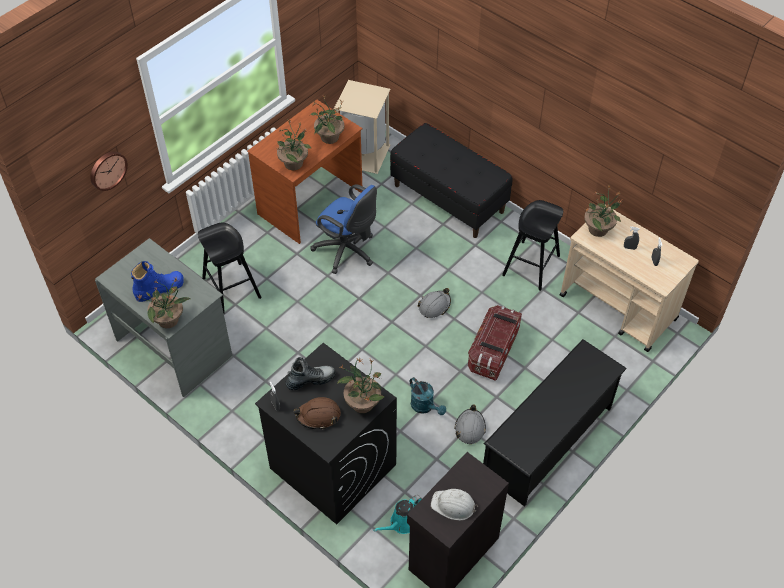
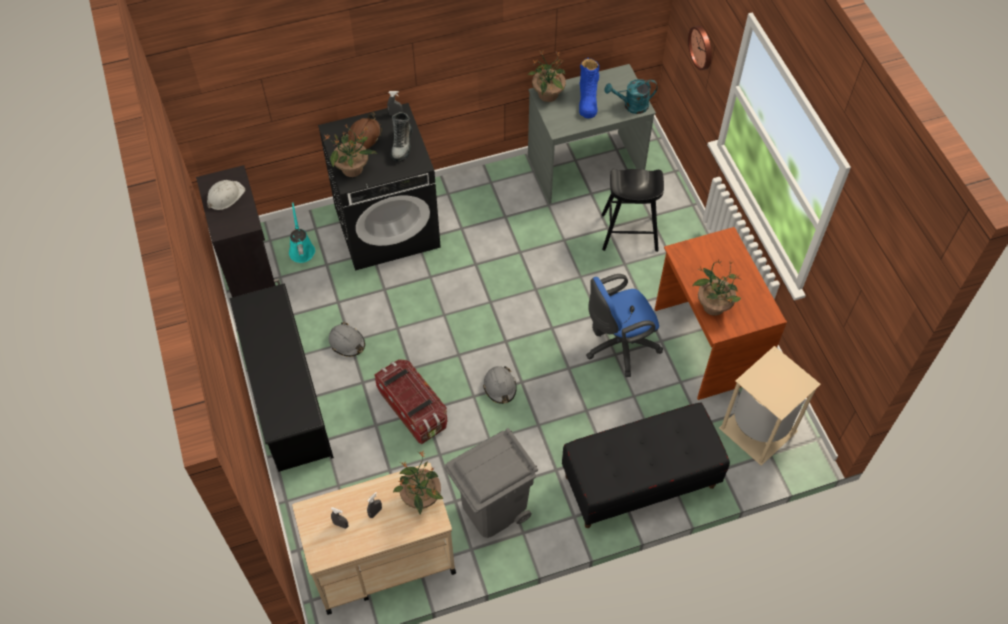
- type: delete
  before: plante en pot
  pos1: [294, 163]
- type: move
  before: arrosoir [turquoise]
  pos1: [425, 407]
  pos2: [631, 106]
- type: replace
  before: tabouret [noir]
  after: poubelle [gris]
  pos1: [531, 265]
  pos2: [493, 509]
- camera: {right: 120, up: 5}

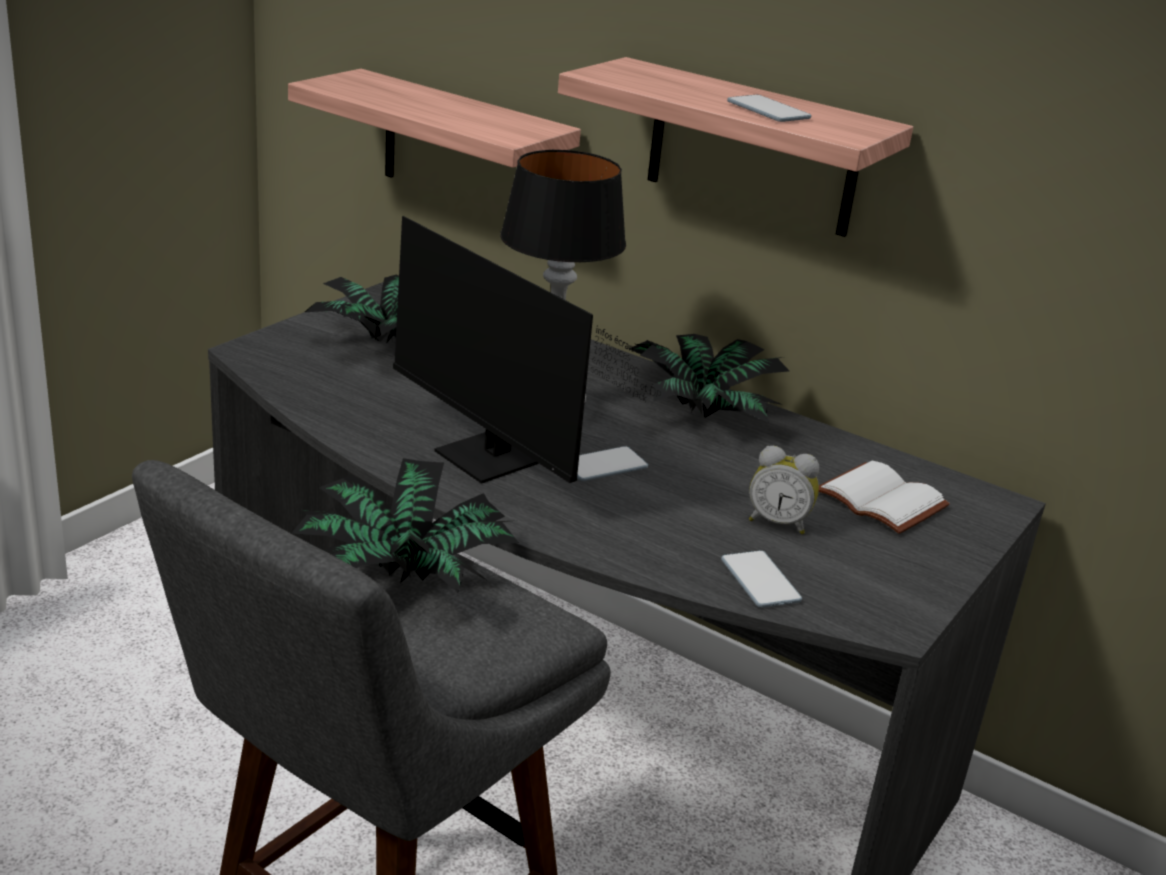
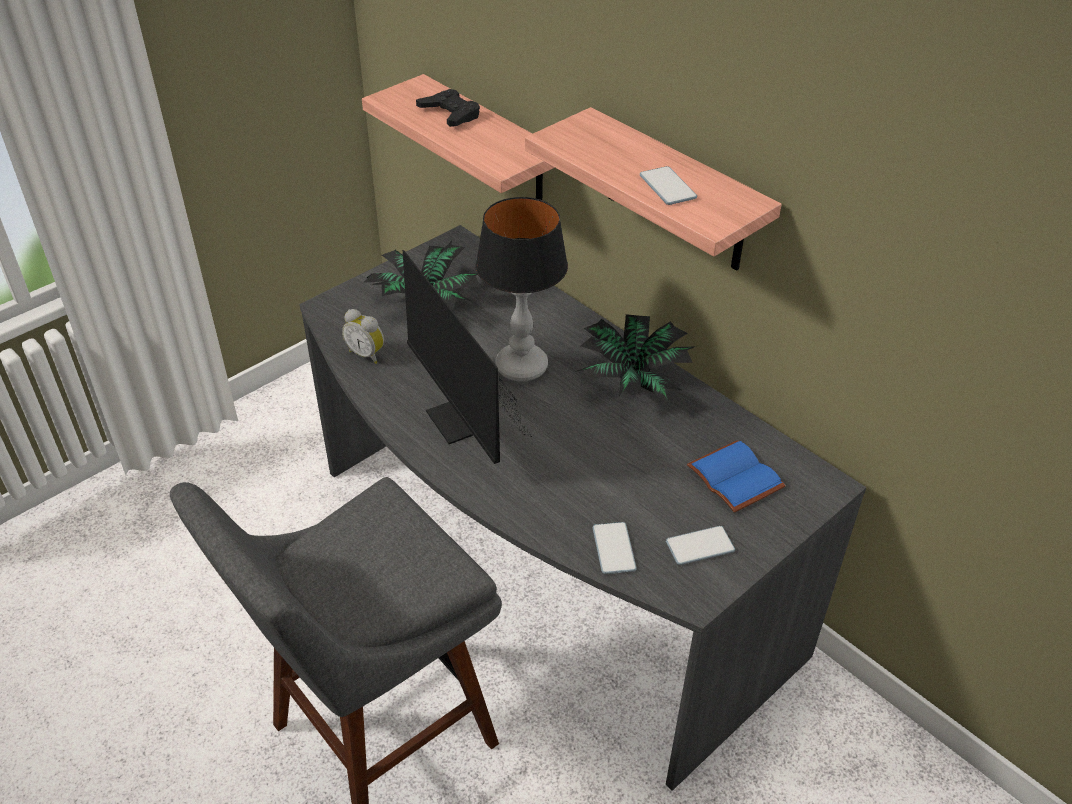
- type: delete
  before: plante en pot
  pos1: [404, 574]
- type: move
  before: téléphone
  pos1: [604, 466]
  pos2: [700, 546]
- type: move
  before: réveil
  pos1: [778, 522]
  pos2: [367, 354]
- type: recolor
  before: livre [blanc]
  after: livre [bleu]
  pos1: [877, 501]
  pos2: [732, 477]
- type: insert
  after: manette [noir]
  pos2: [450, 114]
- camera: {right: 15, up: 15}

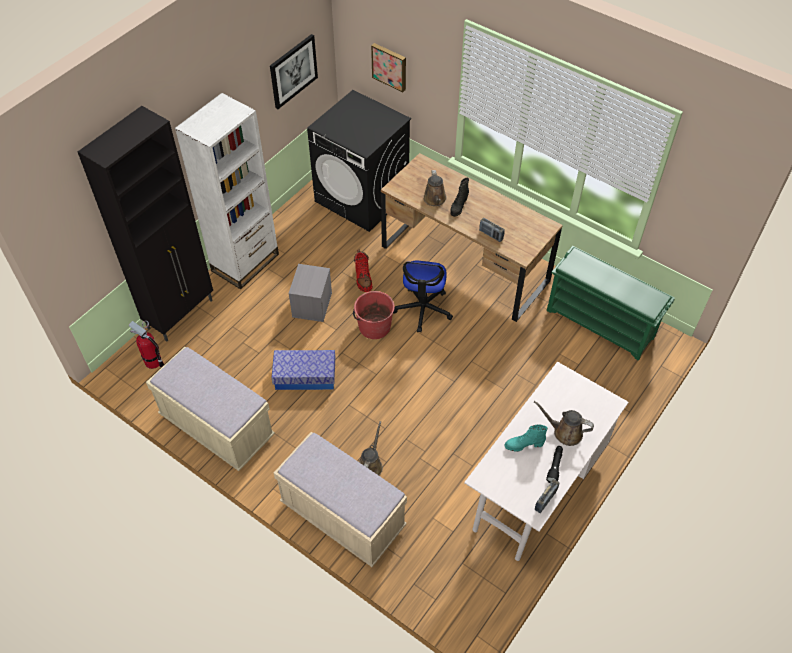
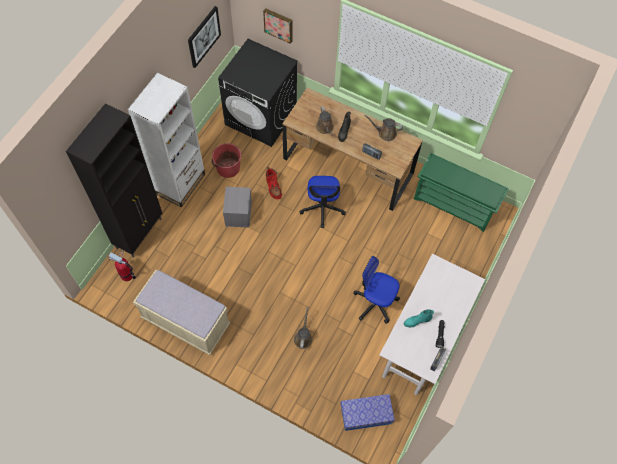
- type: move
  before: boîte de rangement
  pos1: [305, 376]
  pos2: [366, 415]
- type: delete
  before: banc [beige]
  pos1: [343, 516]
- type: move
  before: seau [rouge]
  pos1: [374, 326]
  pos2: [228, 168]
- type: move
  before: arrosoir [marron]
  pos1: [564, 432]
  pos2: [385, 133]
- type: insert
  after: chaise de bureau
  pos2: [375, 302]
- camera: {right: -10, up: 10}

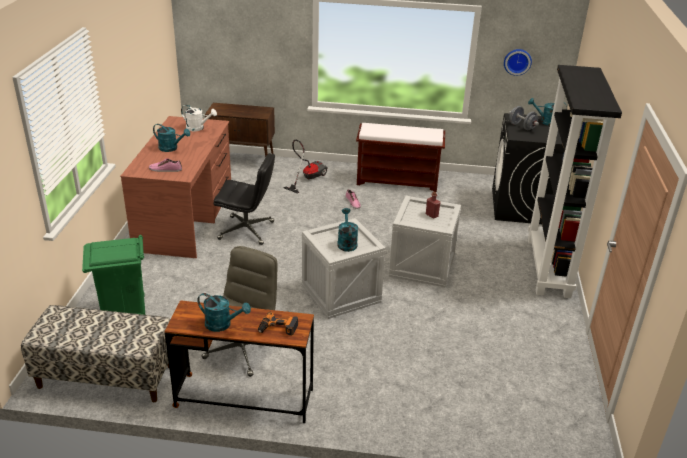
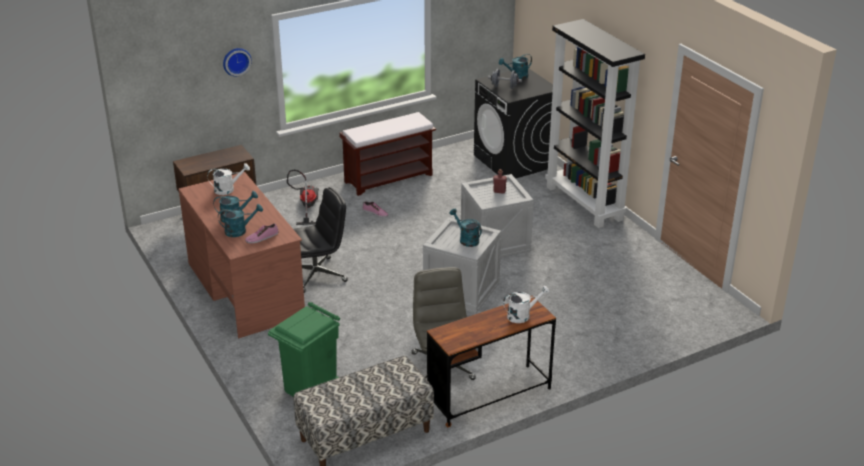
- type: move
  before: arrosoir [turquoise]
  pos1: [222, 325]
  pos2: [239, 231]
- type: replace
  before: perceuse
  after: arrosoir [blanc]
  pos1: [278, 329]
  pos2: [522, 315]
- type: move
  before: horloge murale
  pos1: [517, 61]
  pos2: [236, 61]
- camera: {right: -35, up: 0}

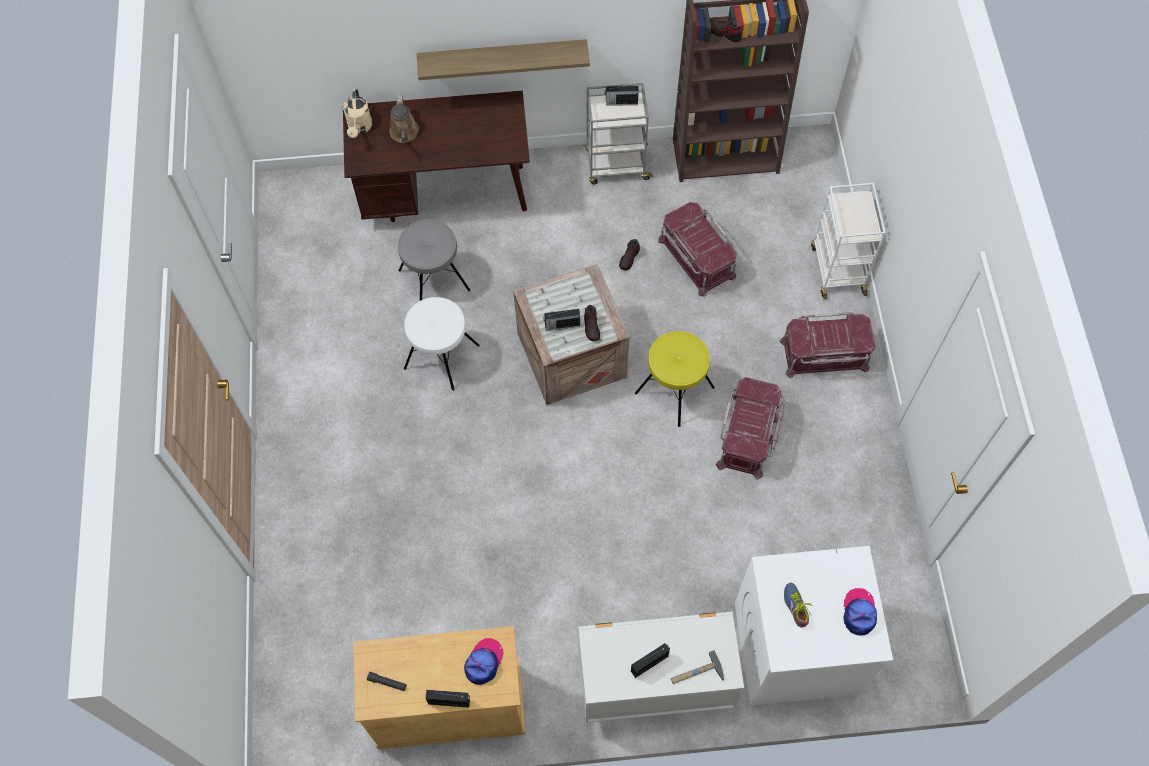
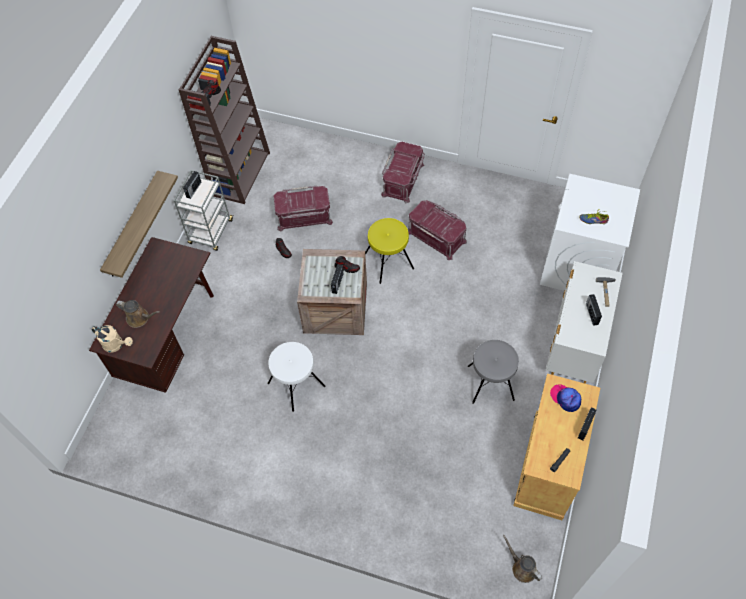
- type: move
  before: tabouret [gris]
  pos1: [434, 280]
  pos2: [491, 383]
- type: delete
  before: chariot [blanc]
  pos1: [837, 268]
- type: delete
  before: casquette
  pos1: [859, 613]
- type: insert
  after: arrosoir [marron]
  pos2: [522, 567]
- camera: {right: -65, up: -5}

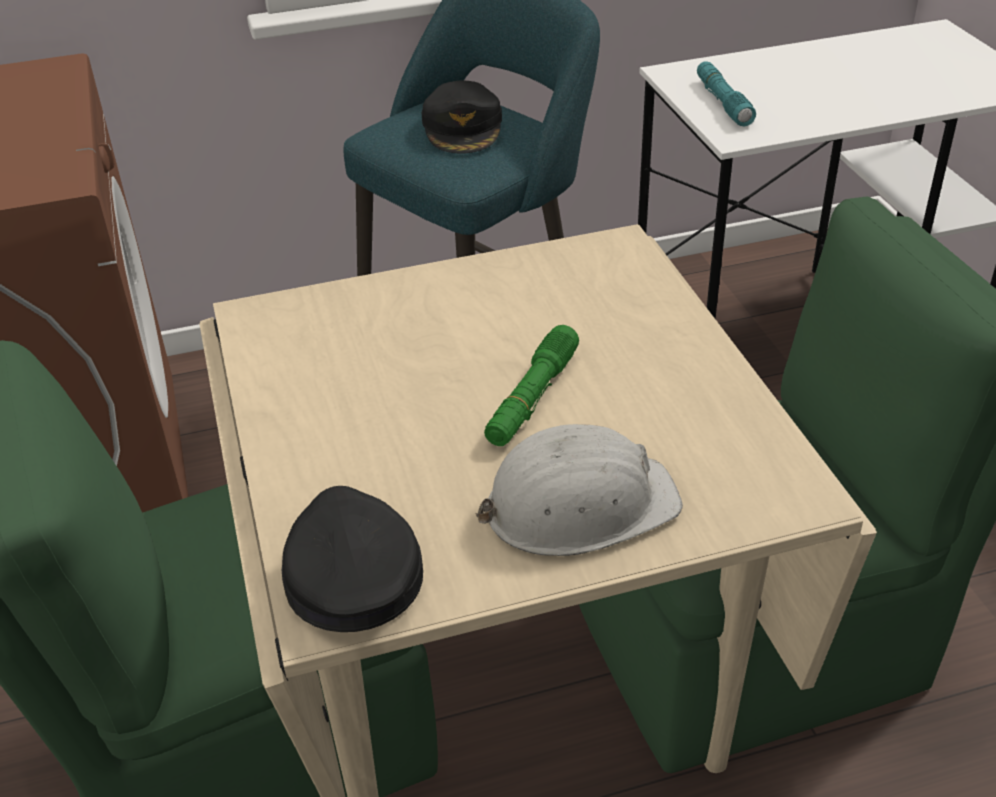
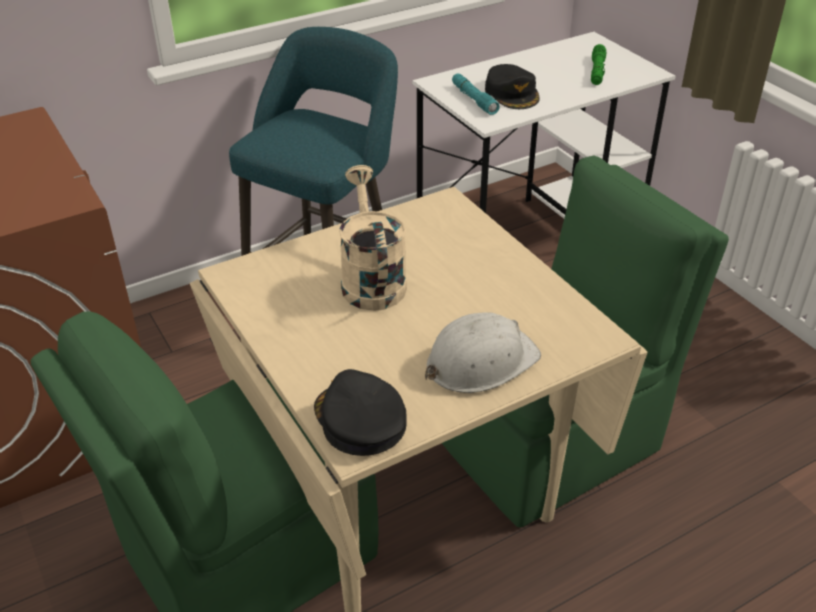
- type: move
  before: casquette [noir]
  pos1: [463, 127]
  pos2: [512, 93]
- type: move
  before: lampe de poche [vert]
  pos1: [532, 397]
  pos2: [597, 71]
- type: insert
  after: arrosoir [beige]
  pos2: [371, 279]
- camera: {right: -15, up: 0}

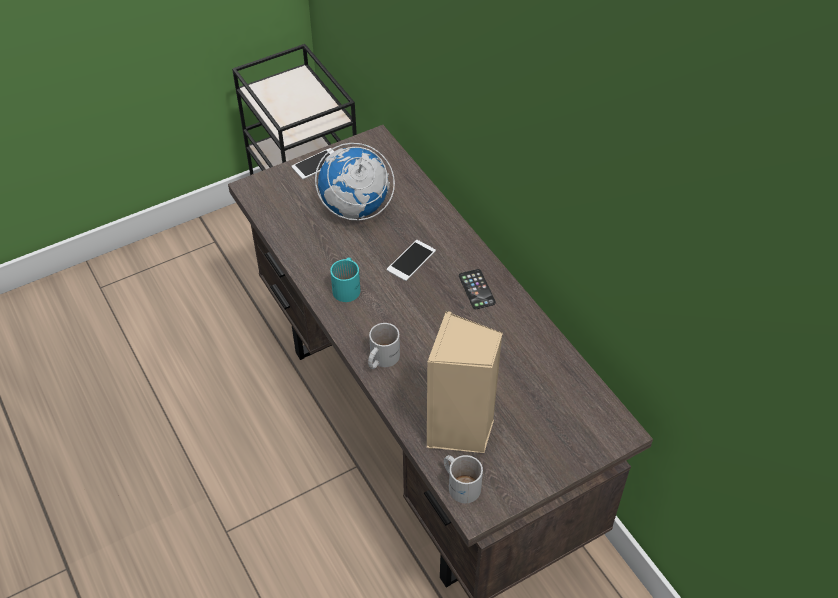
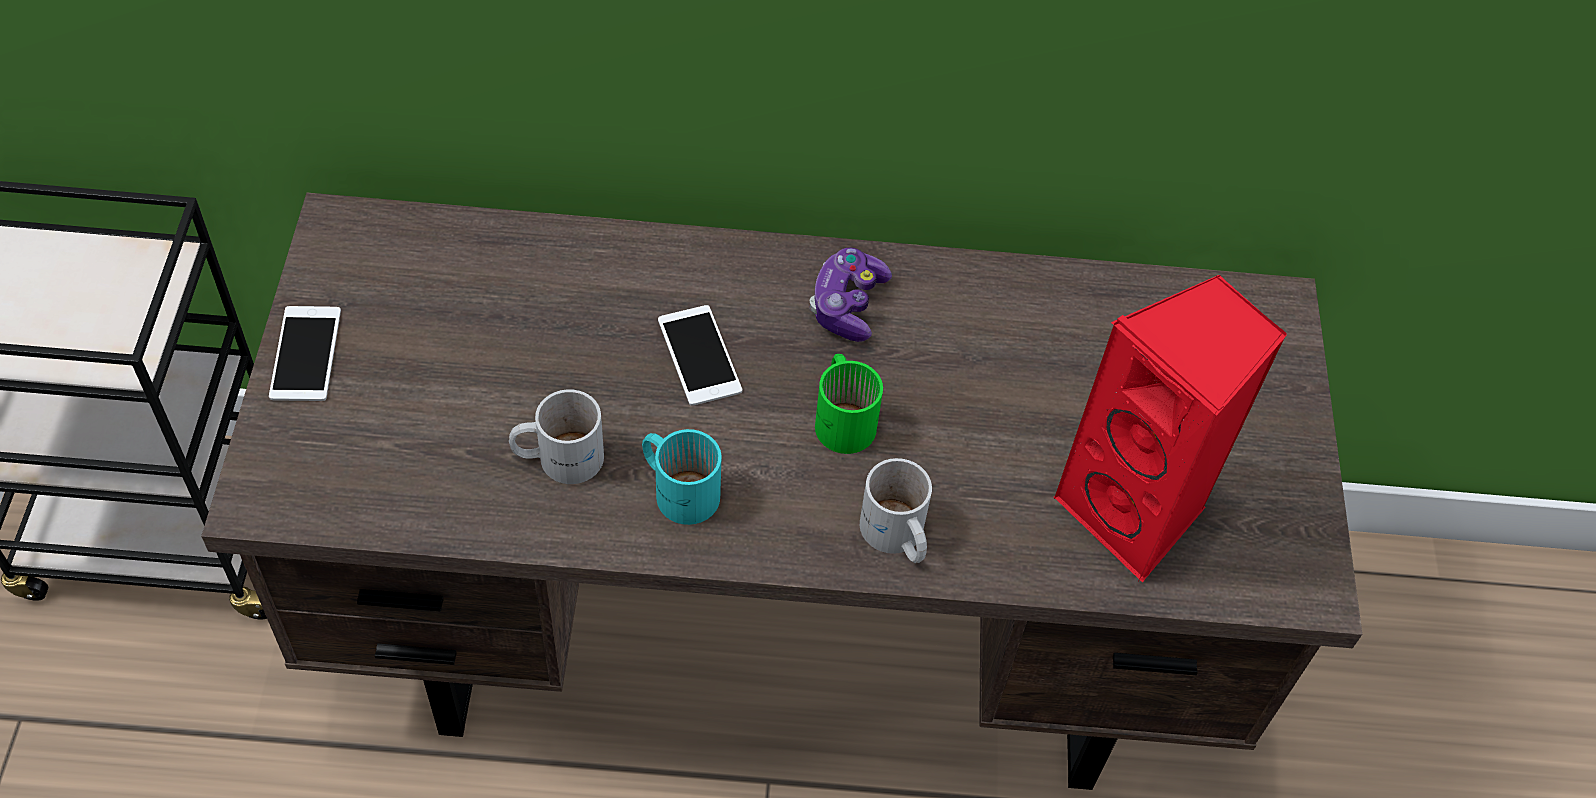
- type: delete
  before: globe
  pos1: [355, 209]
- type: recolor
  before: enceinte [beige]
  after: enceinte [rouge]
  pos1: [460, 430]
  pos2: [1136, 512]
- type: move
  before: mug [blanc]
  pos1: [461, 483]
  pos2: [558, 456]
- type: replace
  before: téléphone
  after: manette
  pos1: [476, 289]
  pos2: [847, 305]
- type: insert
  after: mug [vert]
  pos2: [845, 416]
- camera: {right: -60, up: 5}

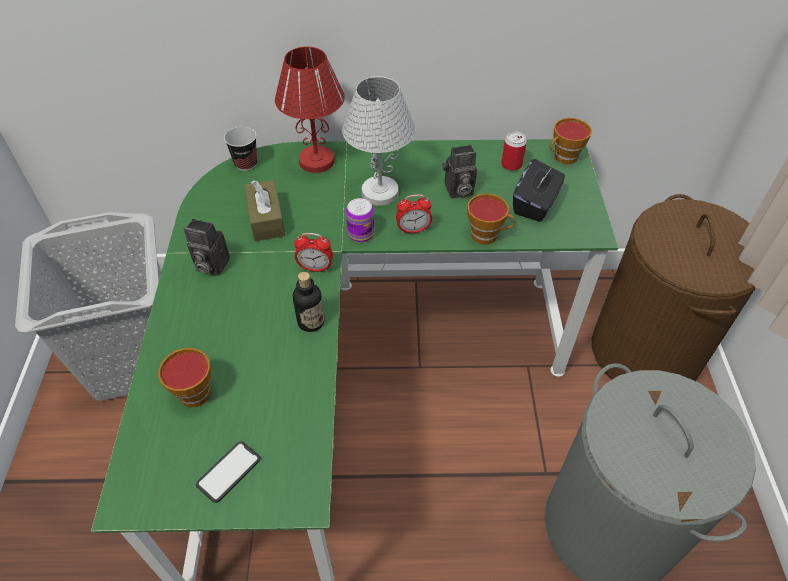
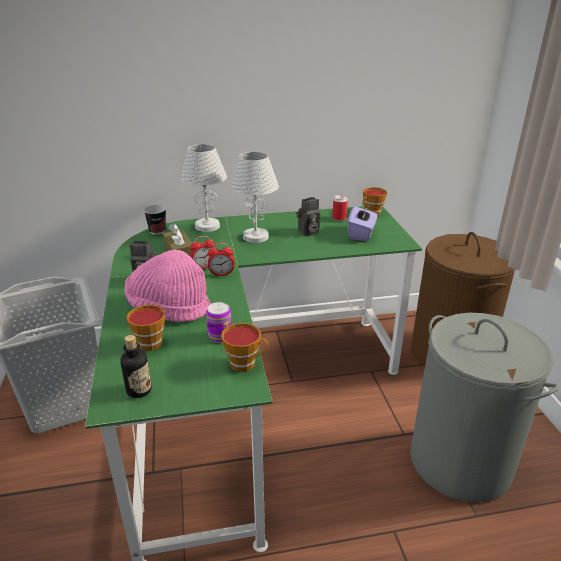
- type: delete
  before: téléphone
  pos1: [229, 472]
- type: recolor
  before: lampe de table [rouge]
  after: lampe de table [blanc]
  pos1: [317, 161]
  pos2: [207, 226]
- type: move
  before: bouteille
  pos1: [311, 322]
  pos2: [139, 390]
- type: move
  before: boîte métallique
  pos1: [361, 234]
  pos2: [220, 336]
- type: move
  before: réveil
  pos1: [413, 230]
  pos2: [204, 267]
- type: move
  before: tasse
  pos1: [487, 235]
  pos2: [246, 363]
- type: recolor
  before: boîte à mouchoirs [noir]
  after: boîte à mouchoirs [violet]
  pos1: [535, 204]
  pos2: [361, 234]
- type: insert
  after: chapeau [rose]
  pos2: [169, 308]
- camera: {right: -10, up: -20}

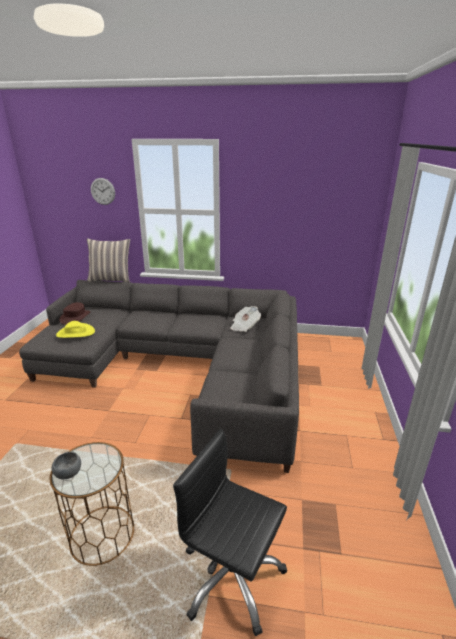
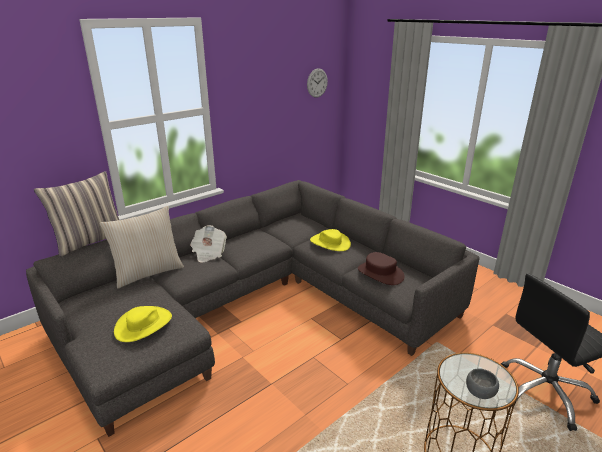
- type: move
  before: chapeau [marron]
  pos1: [75, 317]
  pos2: [380, 273]
- type: move
  before: horloge murale
  pos1: [103, 191]
  pos2: [317, 83]
- type: move
  before: journal
  pos1: [244, 326]
  pos2: [208, 253]
- type: insert
  after: coussin [beige]
  pos2: [148, 273]
- type: insert
  after: chapeau [jaune]
  pos2: [330, 243]
- camera: {right: -50, up: 0}

